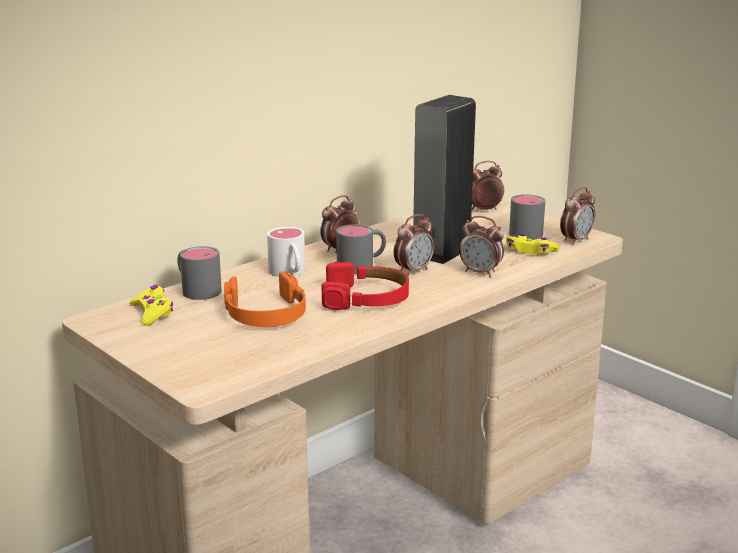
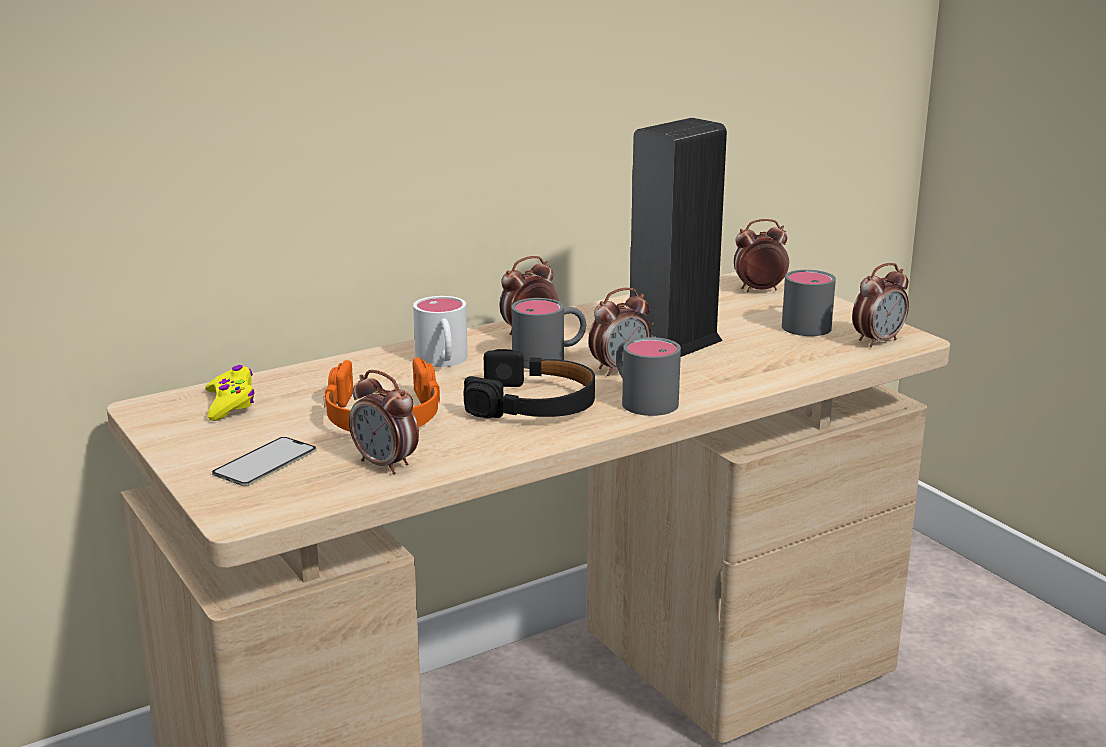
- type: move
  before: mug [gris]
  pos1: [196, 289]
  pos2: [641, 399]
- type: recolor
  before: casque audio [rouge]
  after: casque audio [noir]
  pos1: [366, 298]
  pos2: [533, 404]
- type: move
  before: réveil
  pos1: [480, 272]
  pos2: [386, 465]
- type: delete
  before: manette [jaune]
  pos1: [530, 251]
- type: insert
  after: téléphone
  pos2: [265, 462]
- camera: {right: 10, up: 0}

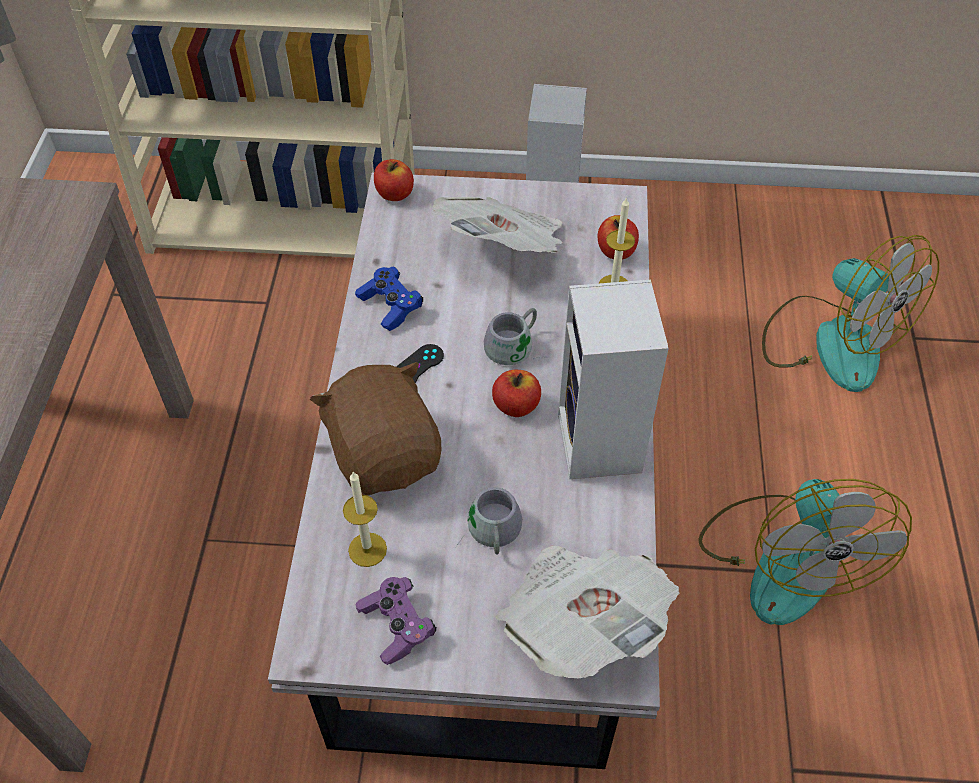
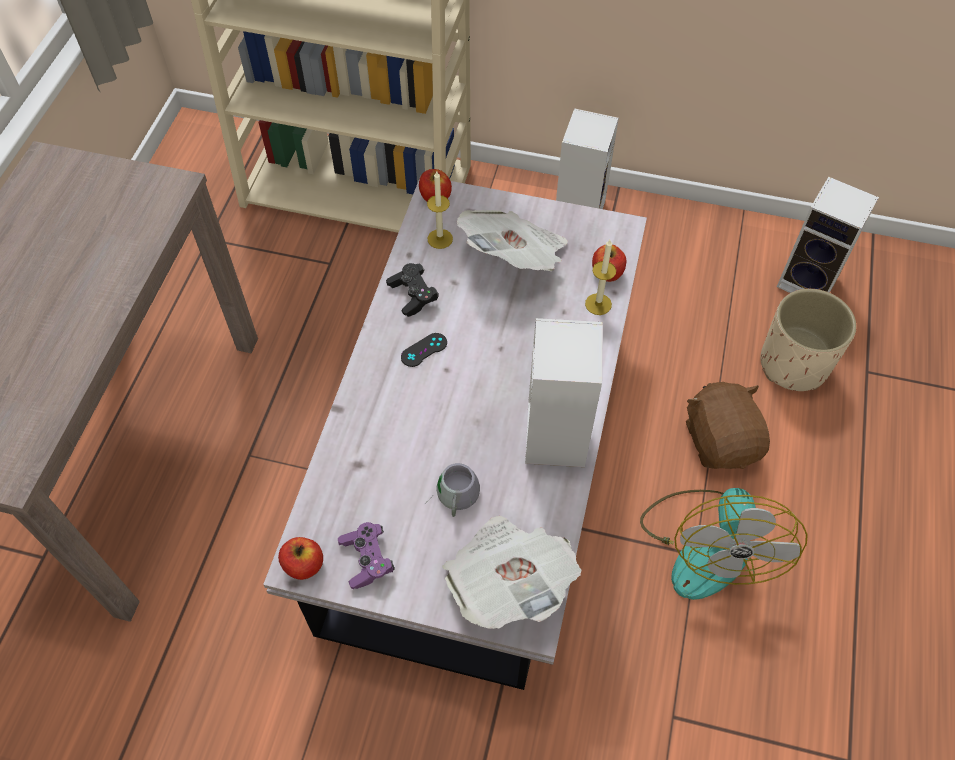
- type: move
  before: peluche [marron]
  pos1: [385, 454]
  pos2: [721, 440]
- type: move
  before: bougie
  pos1: [367, 549]
  pos2: [440, 239]
- type: recolor
  before: manette [bleu]
  after: manette [noir]
  pos1: [390, 306]
  pos2: [413, 295]
- type: delete
  before: mug [gris]
  pos1: [516, 347]
- type: move
  before: pomme
  pos1: [516, 405]
  pos2: [303, 565]
- type: replace
  before: ventilateur
  after: cache-pot [beige]
  pos1: [831, 341]
  pos2: [793, 364]
- type: insert
  after: enceinte
  pos2: [810, 282]
- camera: {right: 10, up: 5}

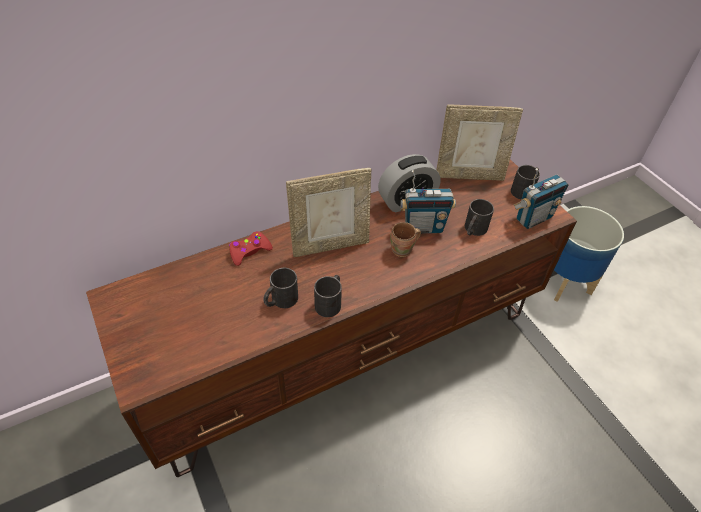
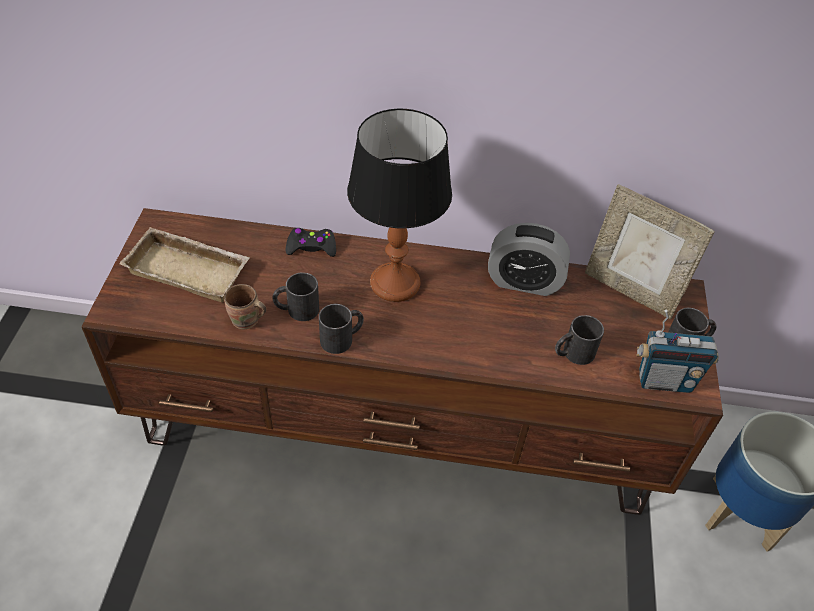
- type: recolor
  before: manette [rouge]
  after: manette [noir]
  pos1: [249, 251]
  pos2: [311, 247]
- type: replace
  before: cadre photo
  after: lampe de table
  pos1: [330, 245]
  pos2: [395, 283]
- type: move
  before: mug [marron]
  pos1: [403, 250]
  pos2: [246, 322]
- type: delete
  before: radio
  pos1: [423, 227]
- type: insert
  after: plateau [beige]
  pos2: [190, 269]
- camera: {right: 35, up: 0}

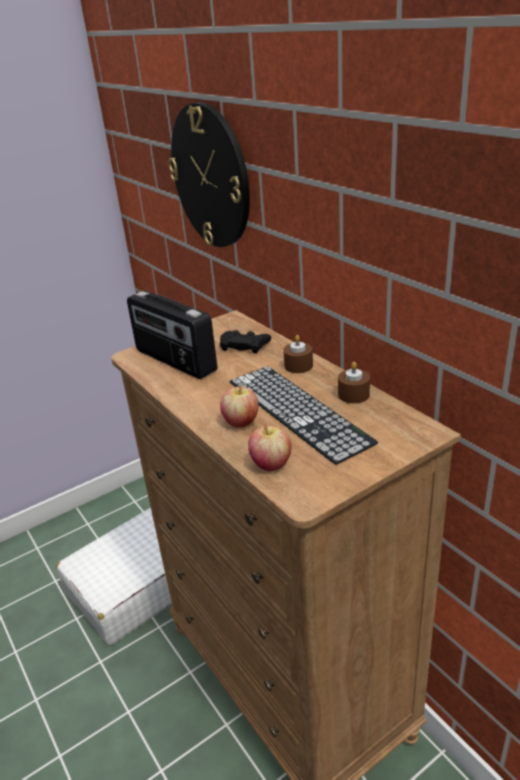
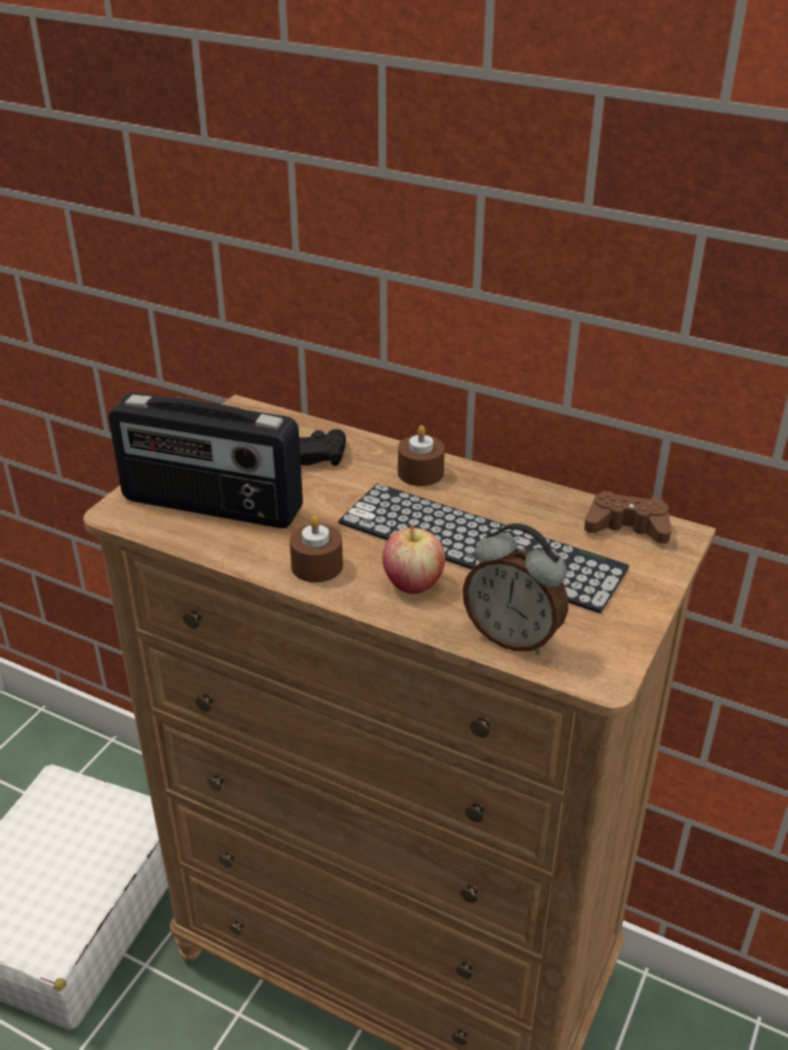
- type: delete
  before: horloge murale
  pos1: [210, 177]
- type: replace
  before: pomme
  after: réveil
  pos1: [271, 464]
  pos2: [513, 637]
- type: move
  before: bougie [marron]
  pos1: [353, 394]
  pos2: [317, 566]
- type: insert
  after: manette [marron]
  pos2: [627, 527]
- camera: {right: -30, up: 5}

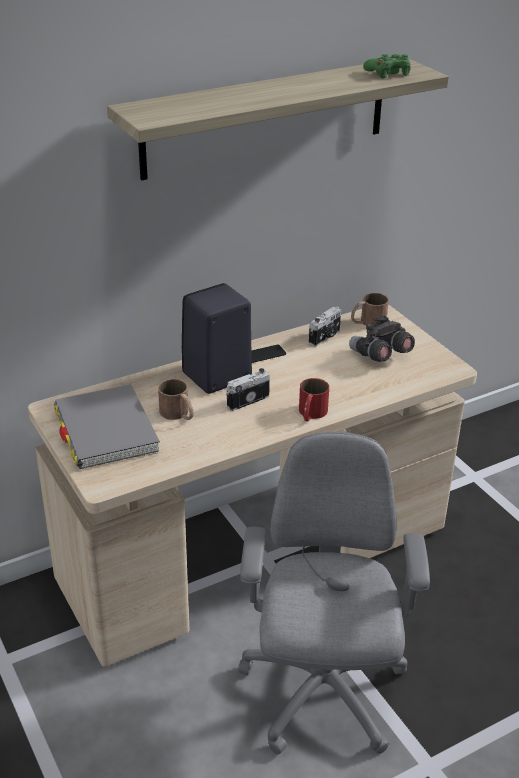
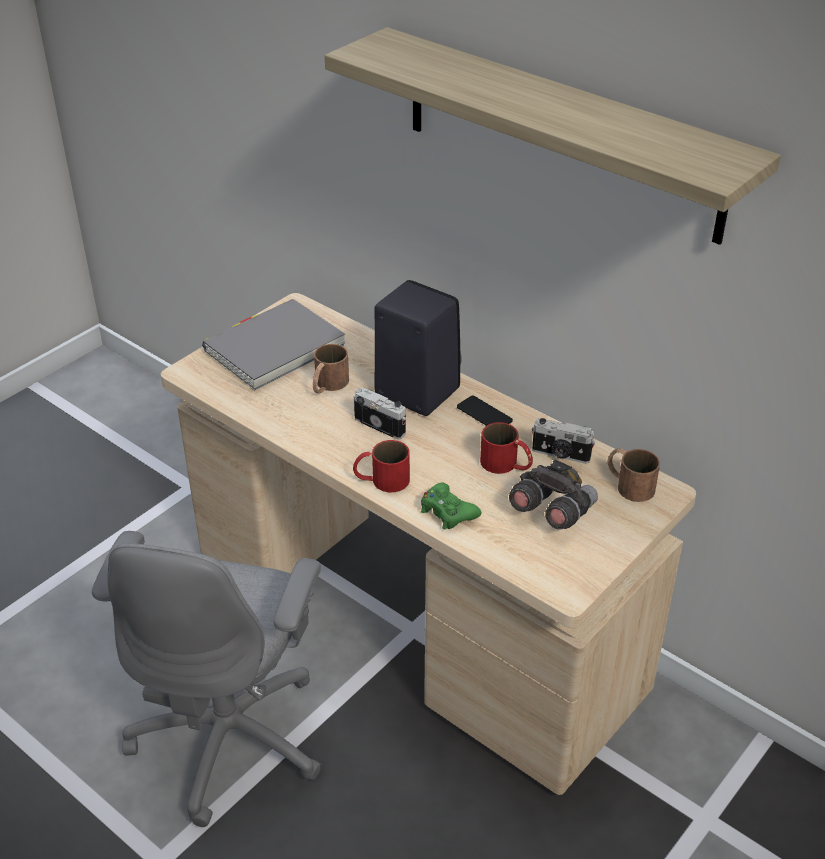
- type: rotate
  before: chaise de bureau [gris]
  pos1: [322, 693]
  pos2: [231, 736]
  turn: 120
- type: move
  before: manette [vert]
  pos1: [388, 73]
  pos2: [447, 512]
- type: insert
  after: mug [rouge]
  pos2: [506, 465]
- camera: {right: 70, up: 5}

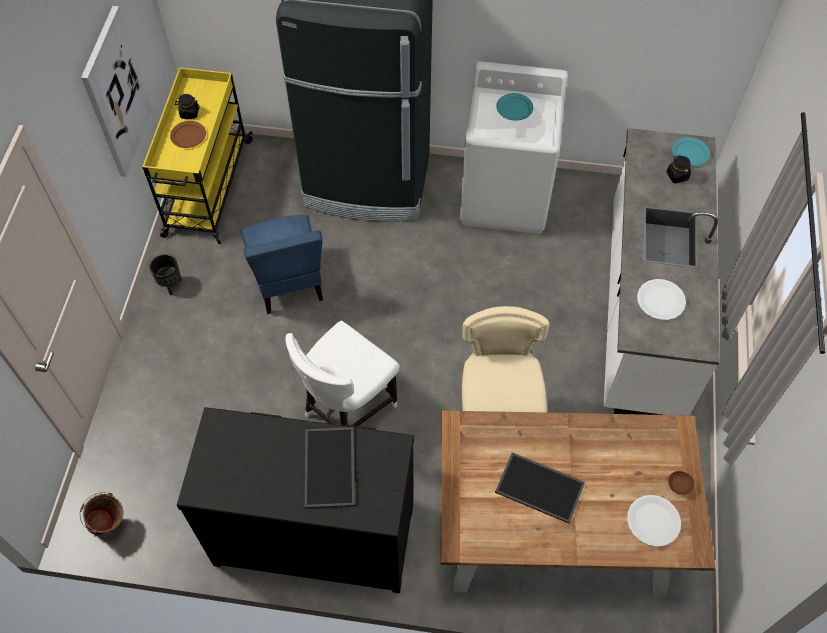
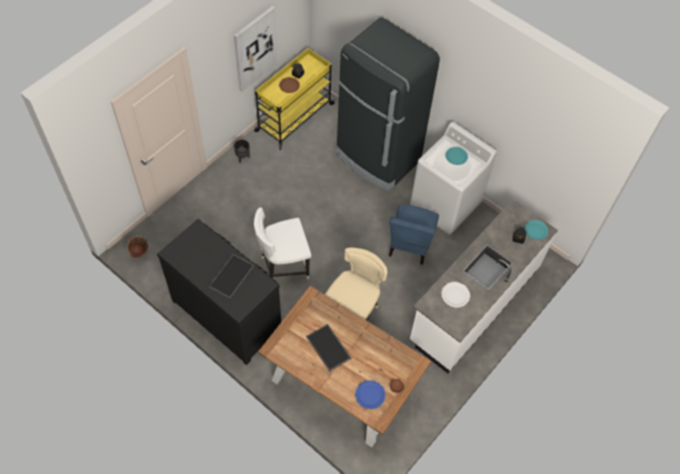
- type: move
  before: chaise [bleu]
  pos1: [288, 282]
  pos2: [410, 244]
- type: recolor
  before: assiette [blanc]
  after: assiette [bleu]
  pos1: [653, 521]
  pos2: [370, 395]
- camera: {right: 30, up: 0}

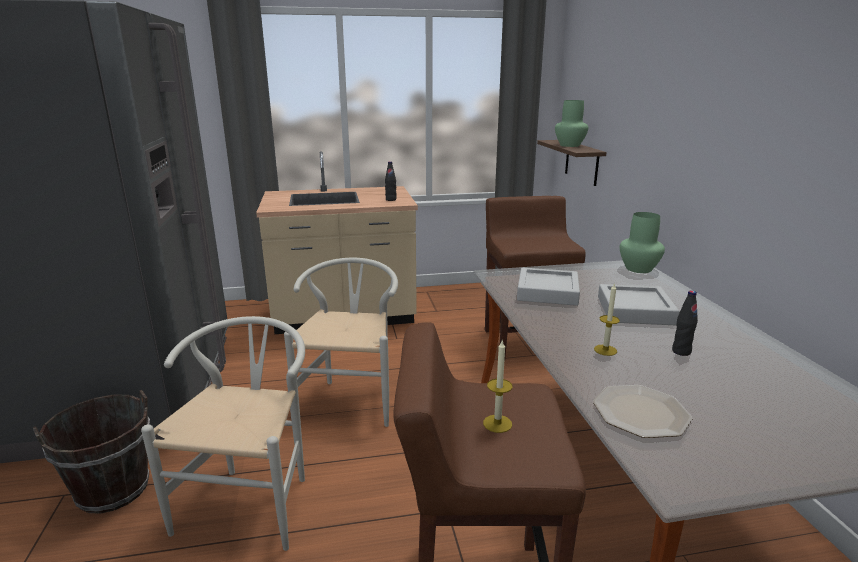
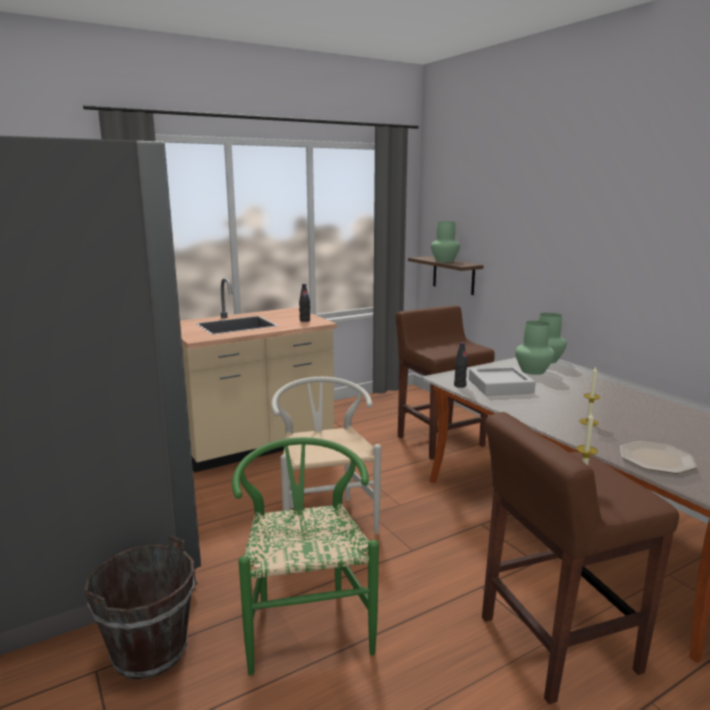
- type: recolor
  before: chaise [blanc]
  after: chaise [vert]
  pos1: [253, 500]
  pos2: [306, 623]
- type: delete
  before: plateau [gris]
  pos1: [635, 310]
- type: move
  before: bouteille [noir]
  pos1: [681, 351]
  pos2: [460, 385]
- type: insert
  after: vase [vert]
  pos2: [533, 371]
- camera: {right: -20, up: -5}

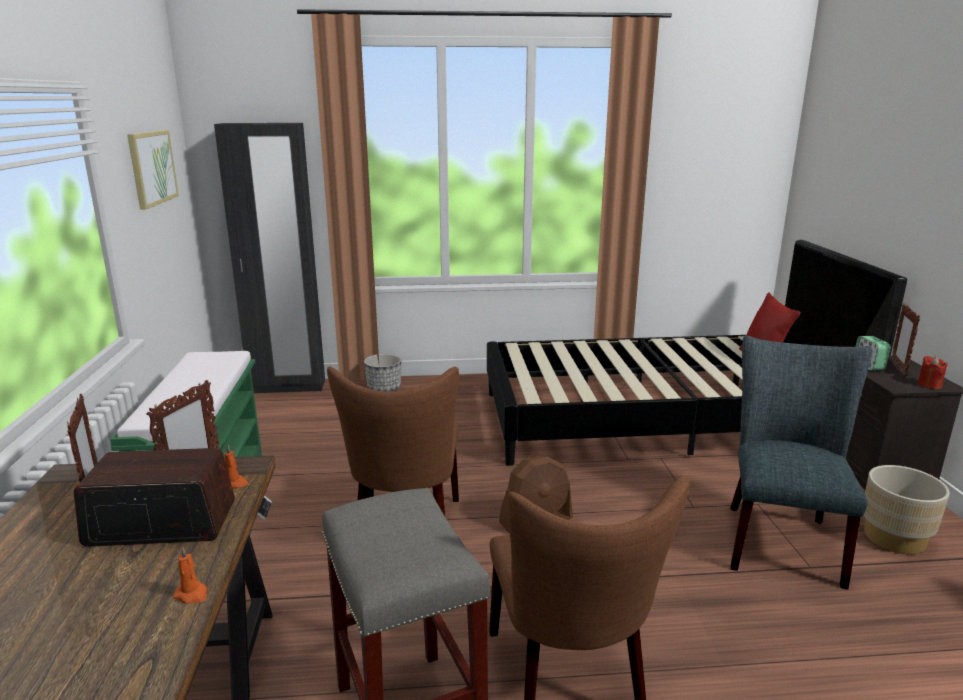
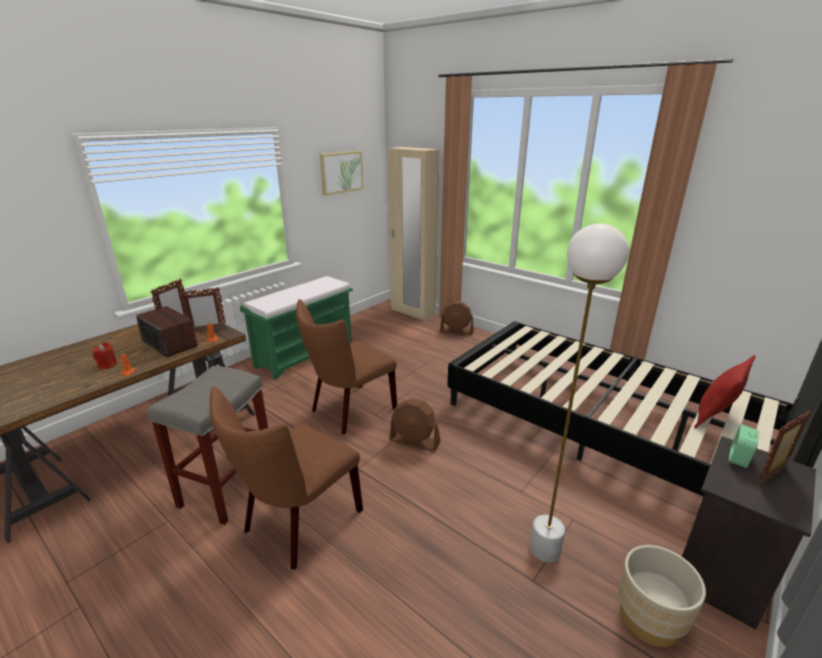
- type: recolor
  before: armoire [noir]
  after: armoire [beige]
  pos1: [287, 387]
  pos2: [412, 312]
- type: replace
  before: cache-pot
  after: ventilateur [marron]
  pos1: [384, 388]
  pos2: [456, 331]
- type: replace
  before: chaise [gris]
  after: lampadaire [blanc]
  pos1: [779, 538]
  pos2: [545, 549]
- type: move
  before: bougie [rouge]
  pos1: [929, 385]
  pos2: [107, 365]
- camera: {right: 45, up: 5}

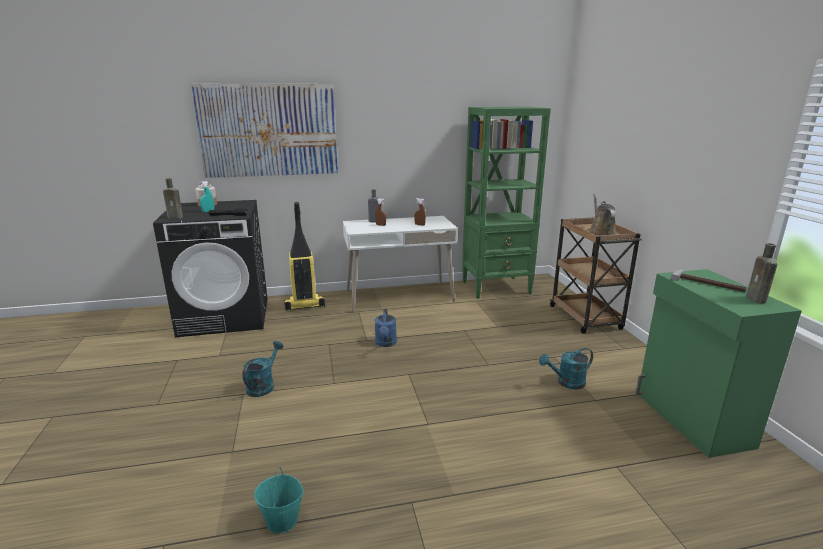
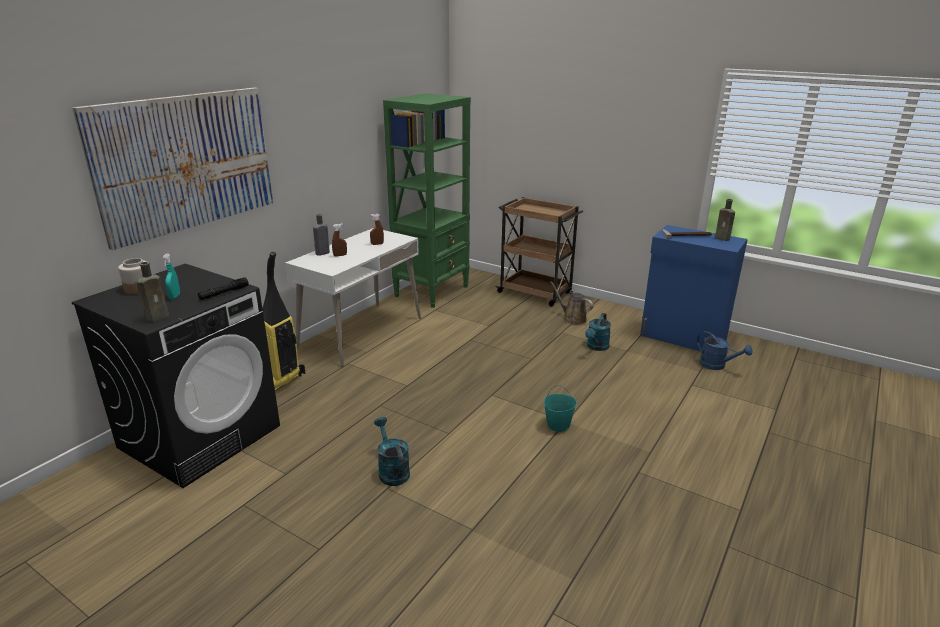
- type: move
  before: seau [turquoise]
  pos1: [282, 520]
  pos2: [558, 425]
- type: move
  before: arrosoir [bleu]
  pos1: [386, 343]
  pos2: [717, 365]
- type: move
  before: arrosoir [marron]
  pos1: [601, 232]
  pos2: [572, 318]
- type: recolor
  before: meuble de rangement [vert]
  after: meuble de rangement [bleu]
  pos1: [691, 419]
  pos2: [683, 337]
- camera: {right: -45, up: 5}

